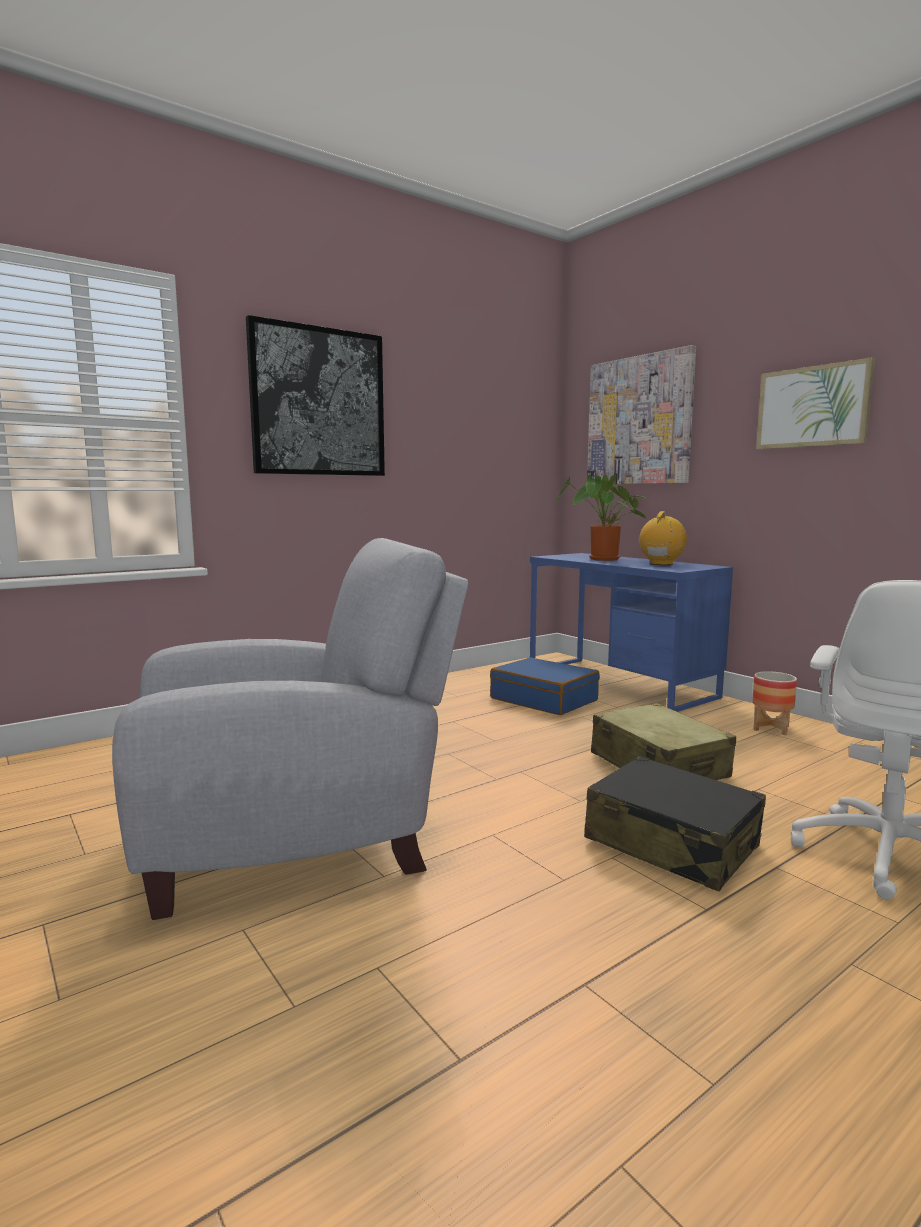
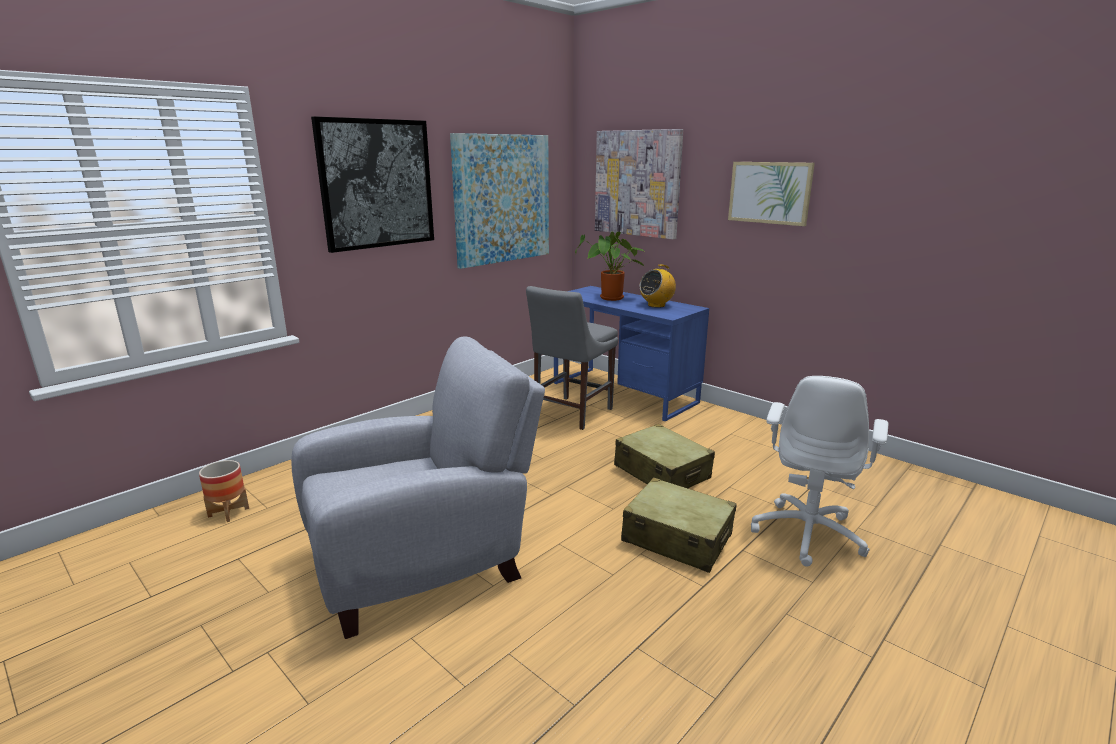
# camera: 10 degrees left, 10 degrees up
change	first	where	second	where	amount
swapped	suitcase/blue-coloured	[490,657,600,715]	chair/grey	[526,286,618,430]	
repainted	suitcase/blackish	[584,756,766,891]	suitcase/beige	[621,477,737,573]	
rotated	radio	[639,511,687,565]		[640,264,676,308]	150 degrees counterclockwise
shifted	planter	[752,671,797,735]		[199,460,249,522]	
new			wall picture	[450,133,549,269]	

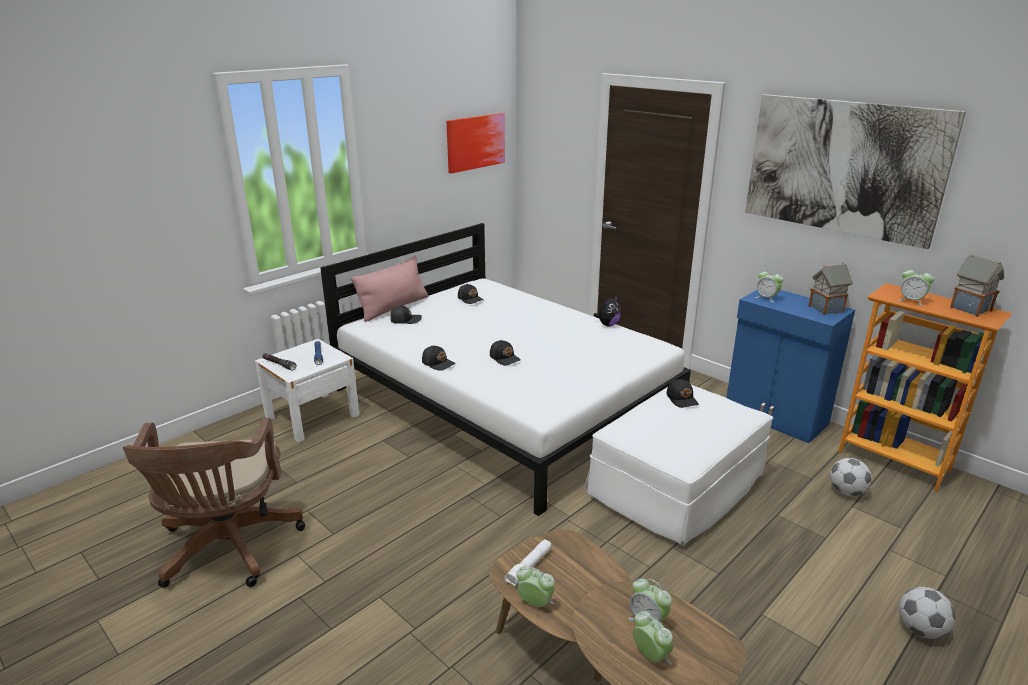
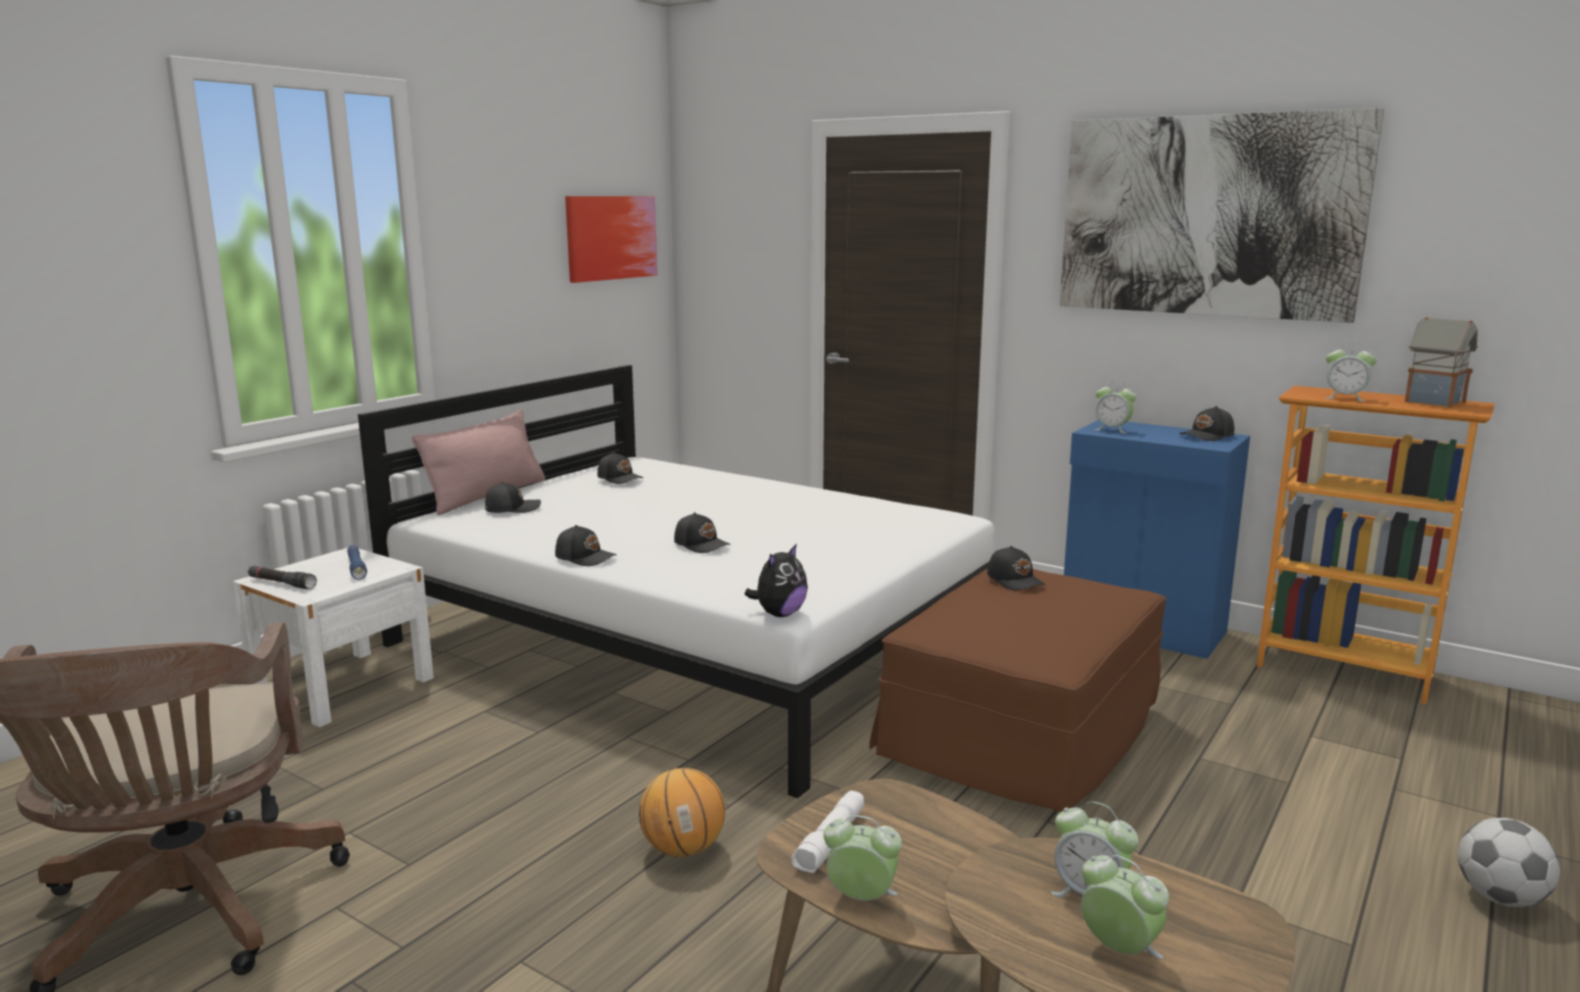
# camera: 10 degrees left, 10 degrees down
change	first	where	second	where	amount
repainted	ottoman/white	[584,385,773,546]	ottoman/brownish	[869,568,1167,812]	
shifted	cuddly toy	[594,295,621,327]		[745,543,808,617]	
swapped	toy house	[808,263,853,315]	peaked cap/blackish	[1179,406,1234,441]	
gone	football ball	[830,458,872,496]			
new			basketball ball	[639,768,725,857]	

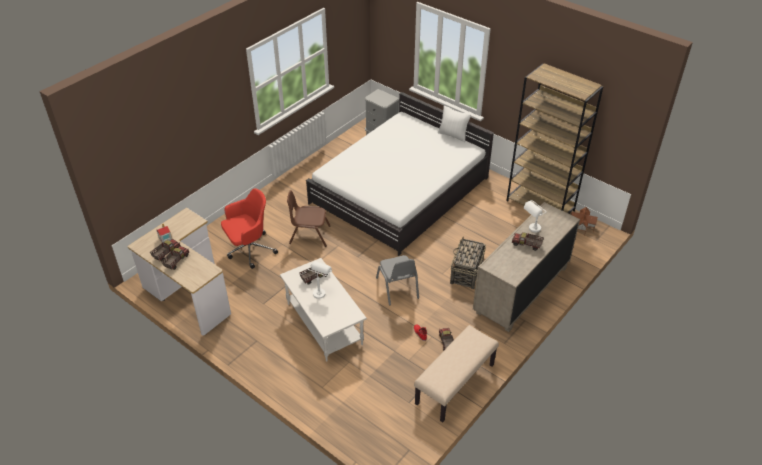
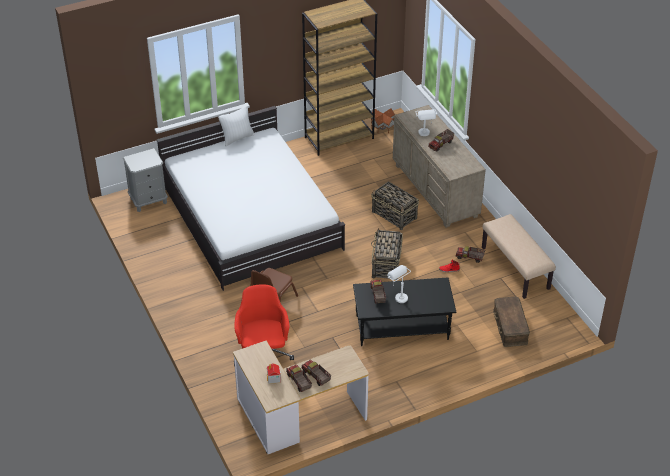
# camera: 65 degrees left, 0 degrees up
change	first	where	second	where	amount
repainted	lounge table/white	[280,258,367,362]	lounge table/blackish	[353,277,456,346]	
swapped	chair/grey	[376,255,419,306]	household basket	[371,228,403,280]	
new			storage container/brownish	[493,297,530,347]	

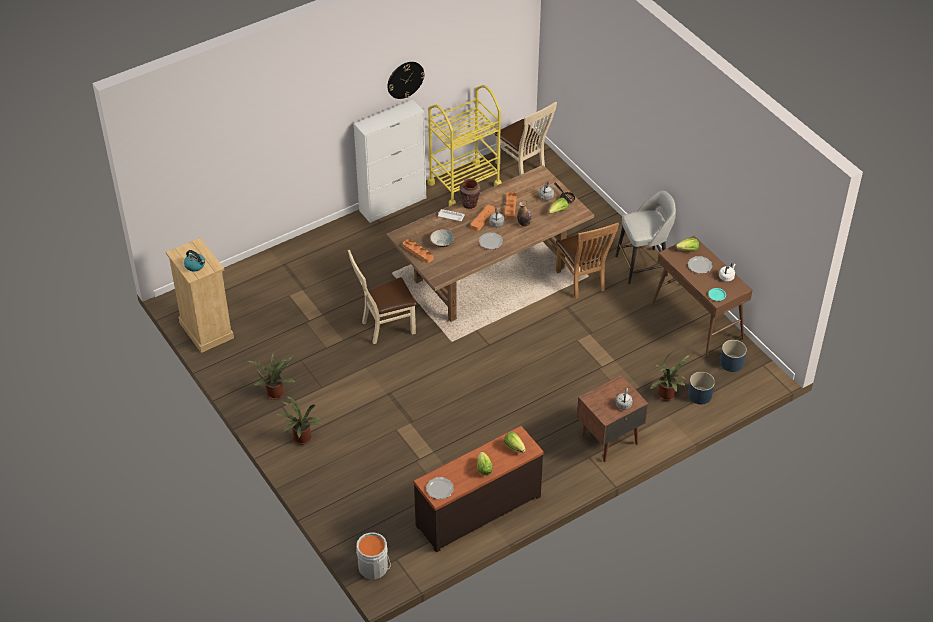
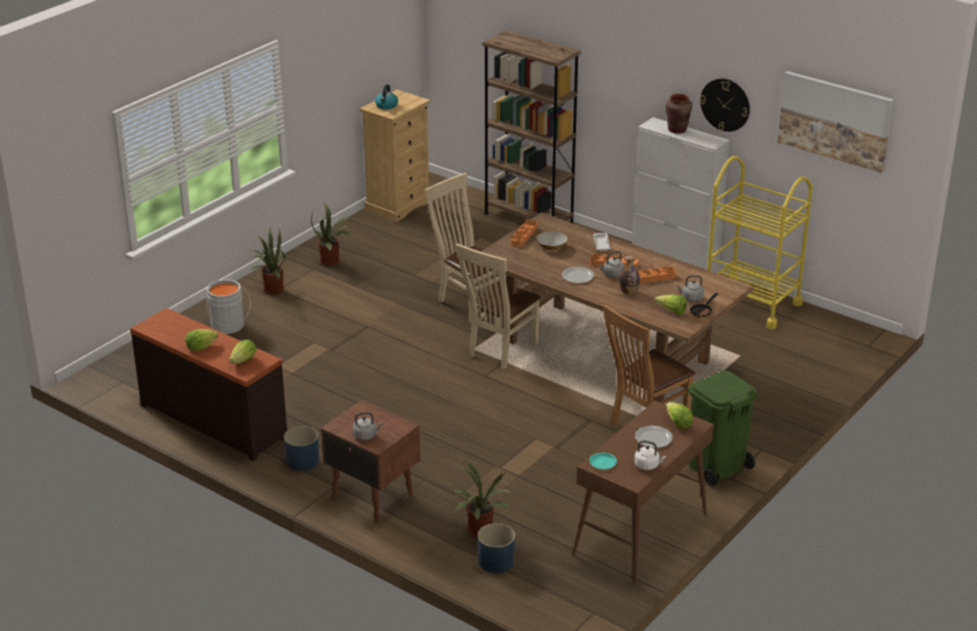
# camera: 70 degrees right, 15 degrees down
change	first	where	second	where	amount
shifted	bucket/grey	[356,532,391,580]		[206,279,251,334]	
gone	plate	[426,477,454,499]			
shifted	decorative vase/brownish	[460,179,480,209]		[666,94,692,134]	
shifted	chair/beige	[494,102,557,175]		[456,243,541,369]	
swapped	stool/grey	[615,191,676,284]	waste bin/green	[688,371,757,487]	
shifted	planter/blue-coloured	[720,340,747,372]		[284,426,319,471]	
new			shelving unit/brownish	[482,30,581,224]	
new			wall picture	[777,71,894,173]	

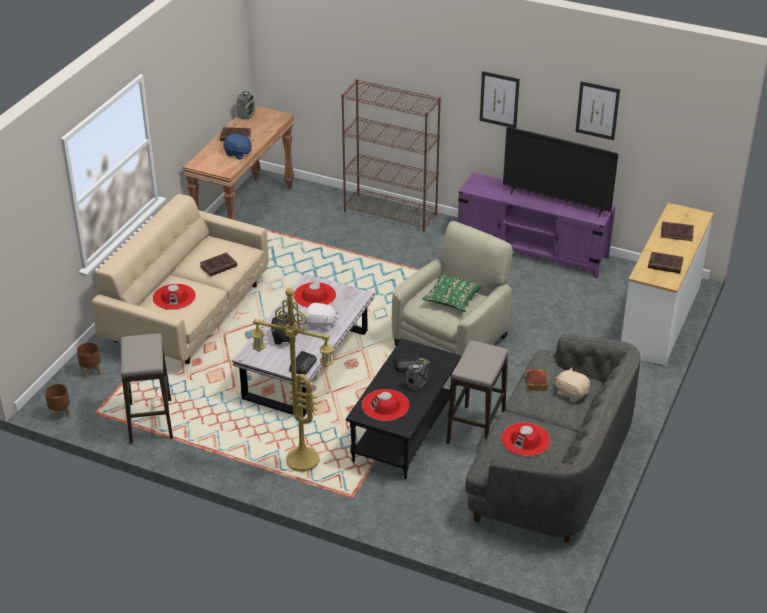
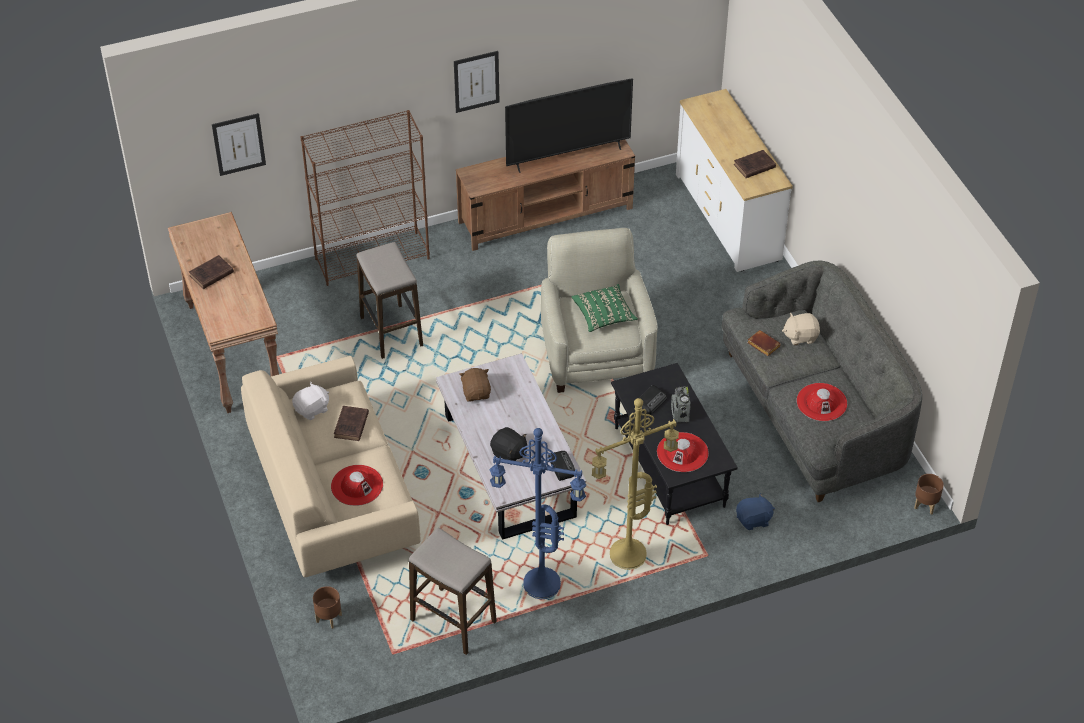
# camera: 45 degrees left, 10 degrees up
change	first	where	second	where	amount
shifted	planter/brownish	[45,384,70,421]		[914,474,944,515]	
shifted	cuddly toy/blue-coloured	[223,133,252,159]		[736,493,775,530]	
gone	radio	[236,91,255,120]			
swapped	wearable hat/red	[294,281,336,307]	cuddly toy/brownish	[459,368,491,402]	
shifted	cuddly toy/white	[305,302,338,331]		[292,382,329,420]	
shifted	stool	[446,340,508,444]		[356,242,423,359]	
repainted	tv stand/purple	[458,173,615,278]	tv stand/brownish	[456,140,635,251]	
shifted	wall picture	[576,81,620,140]		[212,113,266,176]	
gone	book/brownish	[661,222,694,241]			
new			standing lamp/blue-coloured	[490,428,586,599]	

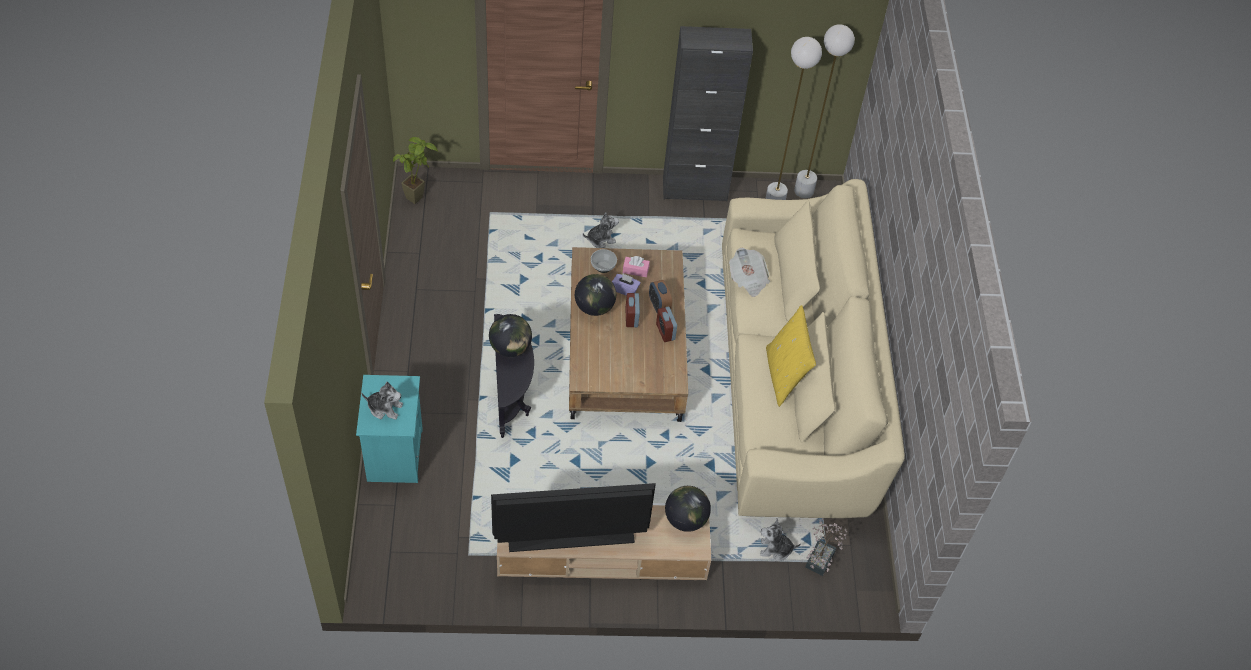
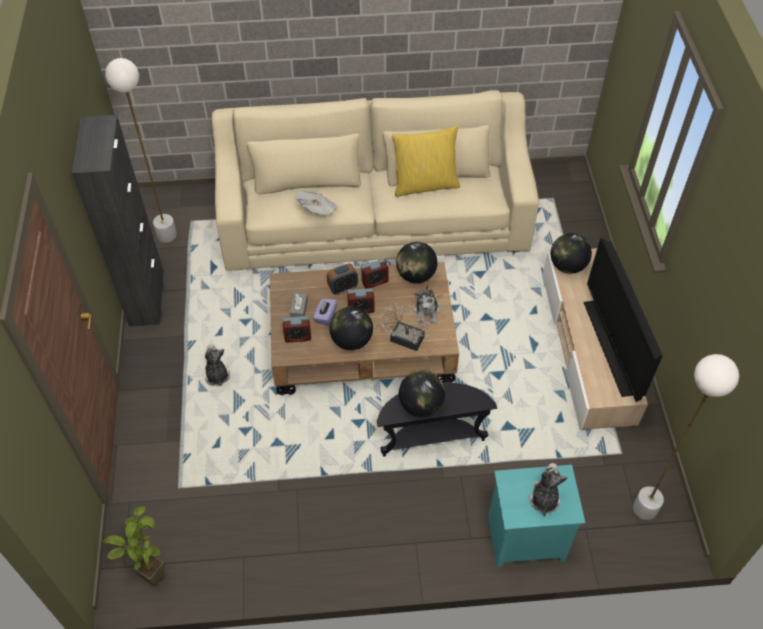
# camera: 90 degrees left, 0 degrees up
change	first	where	second	where	amount
swapped	serving bowl	[591,249,617,273]	bedside clock	[283,316,311,343]	
repainted	box of tissues/pinkish	[623,256,650,277]	box of tissues/grey	[290,293,308,317]	
shifted	cuddly toy	[760,518,801,561]		[413,286,440,323]	
shifted	standing lamp/white	[794,24,855,199]		[633,354,739,520]	
shifted	potted plant	[805,518,848,576]		[381,300,431,351]	
new			globe	[396,242,438,283]	

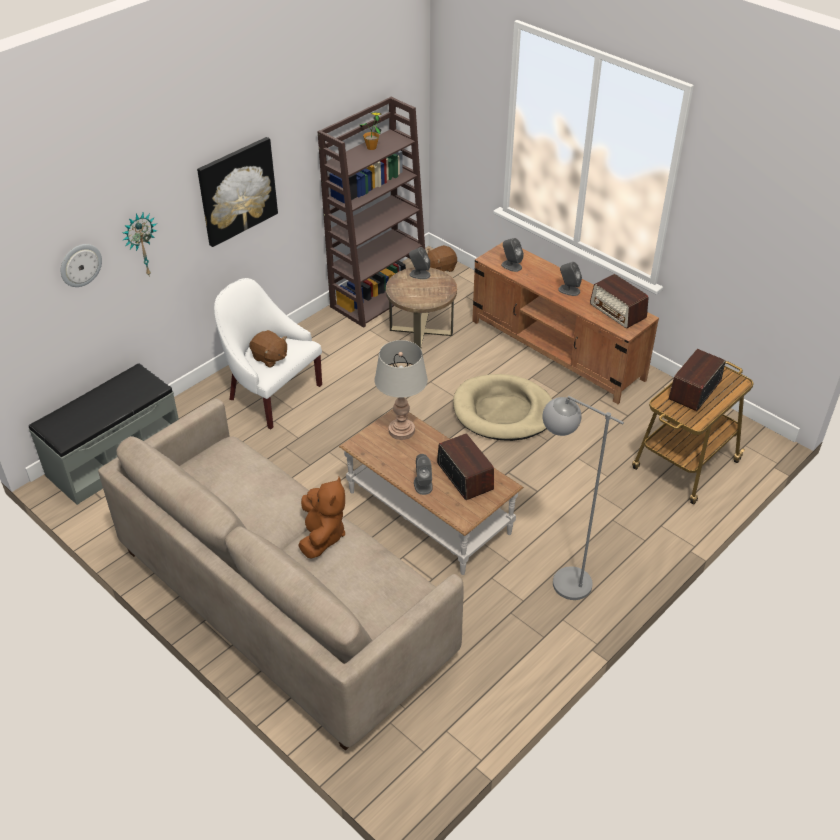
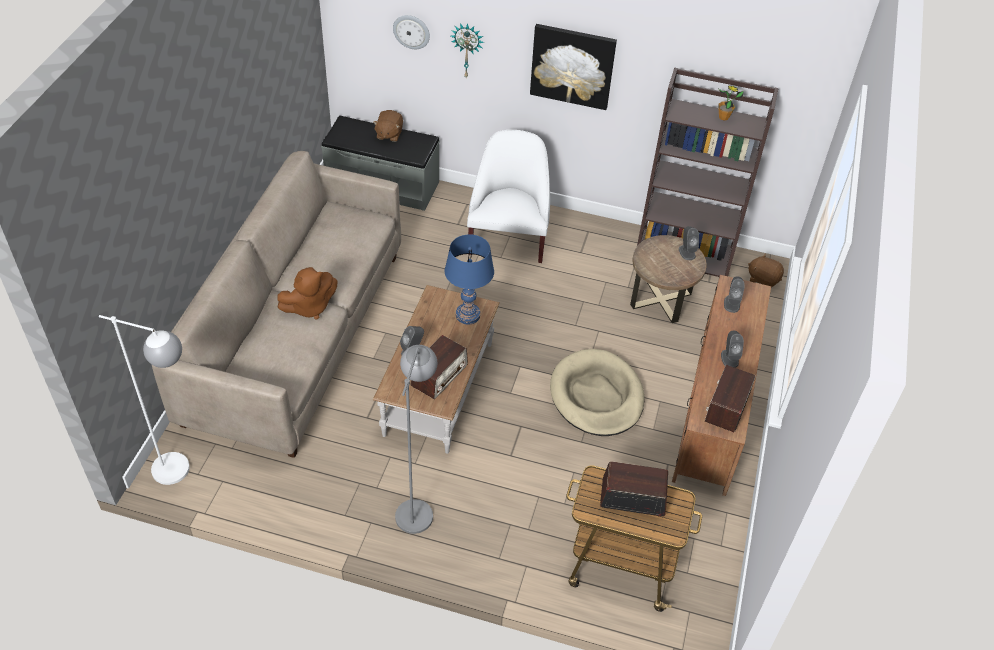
# camera: 60 degrees right, 5 degrees up
change	first	where	second	where	amount
shifted	cuddly toy/brownish	[249,330,287,368]		[373,110,403,142]	
repainted	table lamp/grey	[374,340,428,440]	table lamp/blue-coloured	[445,234,494,325]	
new			standing lamp/white	[99,315,190,485]	

